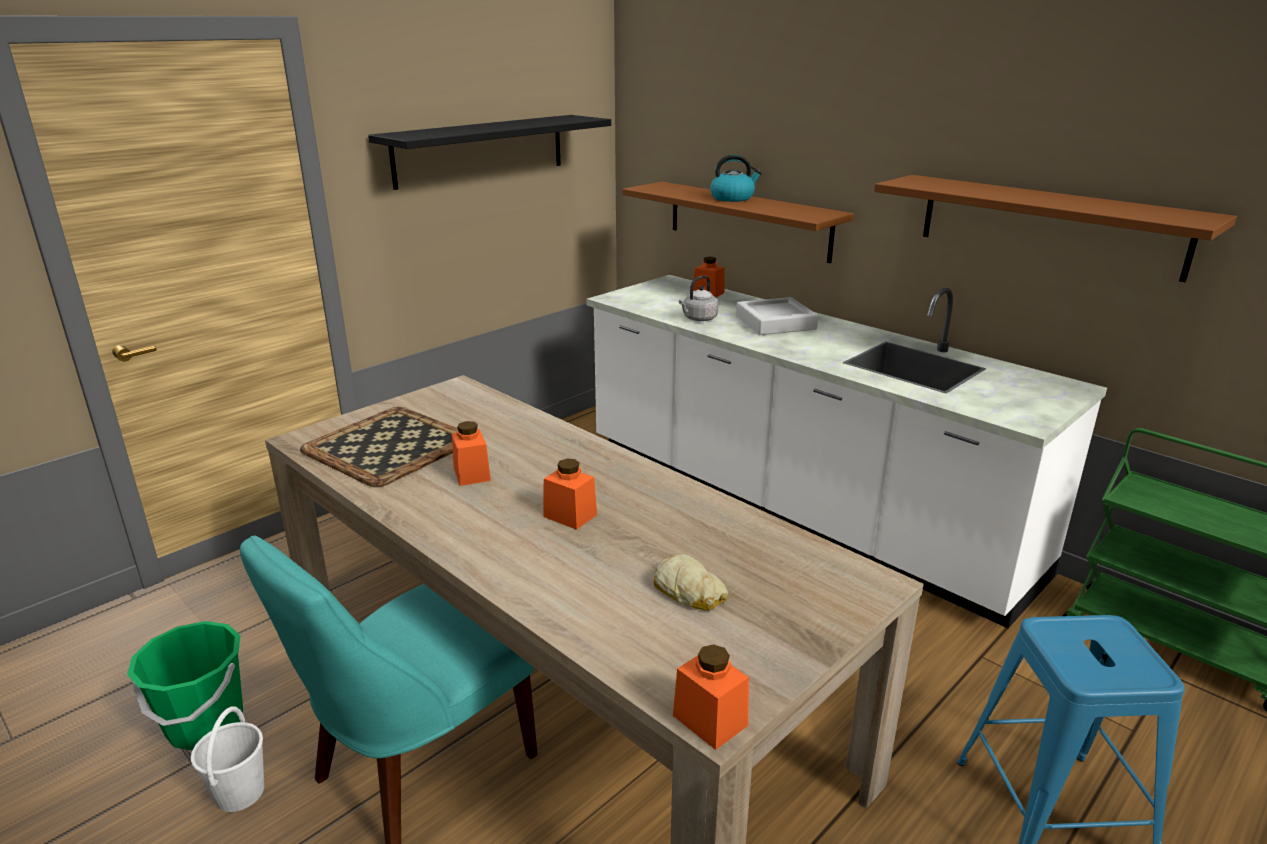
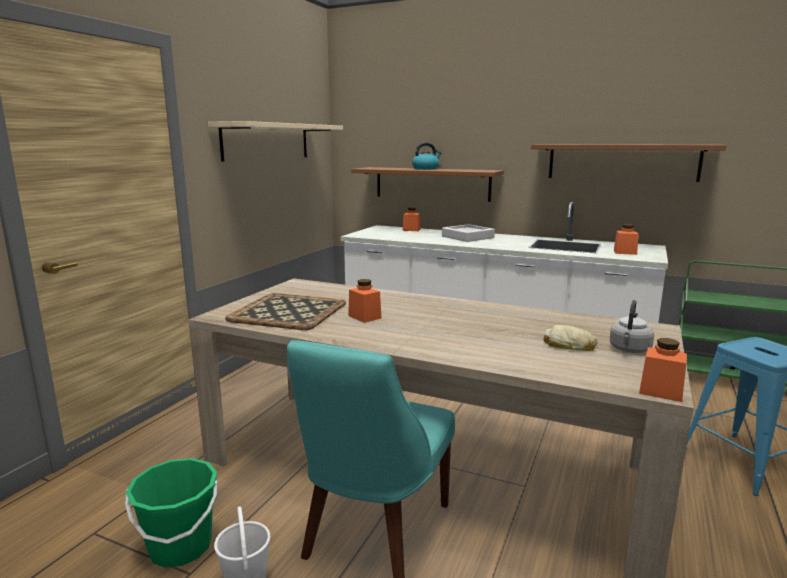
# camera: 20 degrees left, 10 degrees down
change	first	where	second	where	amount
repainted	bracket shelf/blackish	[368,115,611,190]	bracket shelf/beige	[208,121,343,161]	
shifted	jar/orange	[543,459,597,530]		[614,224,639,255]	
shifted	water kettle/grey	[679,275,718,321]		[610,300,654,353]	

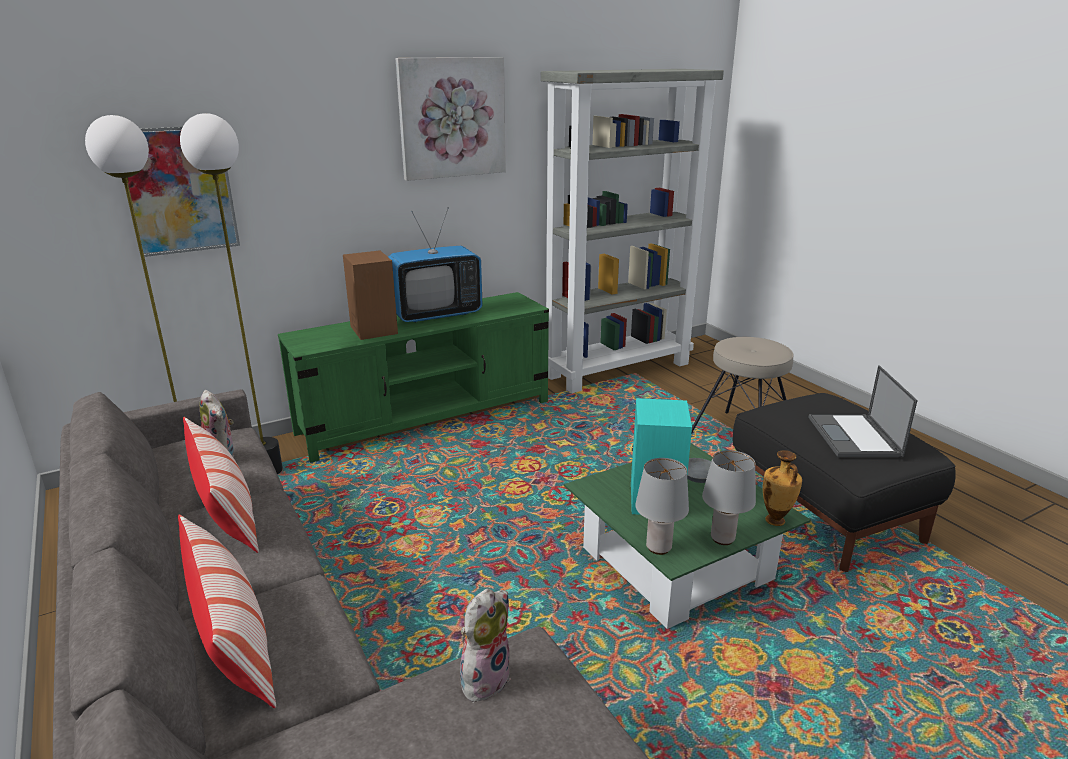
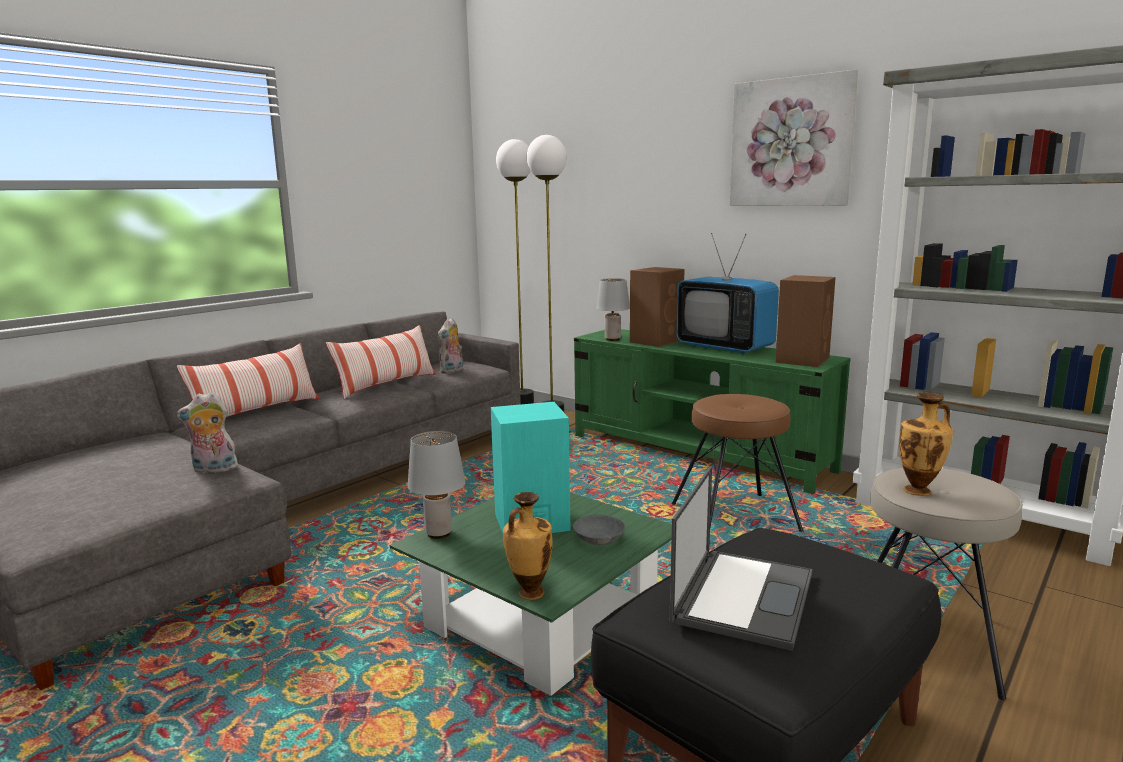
# camera: 70 degrees right, 10 degrees down
change	first	where	second	where	amount
gone	wall picture	[128,126,240,257]			
rotated	cuddly toy	[460,588,511,707]		[177,392,238,473]	150 degrees clockwise
shifted	table lamp/grey	[702,450,756,545]		[596,278,630,341]	
rotated	notebook computer	[808,365,918,457]		[670,466,812,651]	135 degrees clockwise
new			stool/brownish	[672,394,803,532]	
new			speaker/brownish	[776,275,836,367]	
new			decorative vase	[899,393,953,496]	

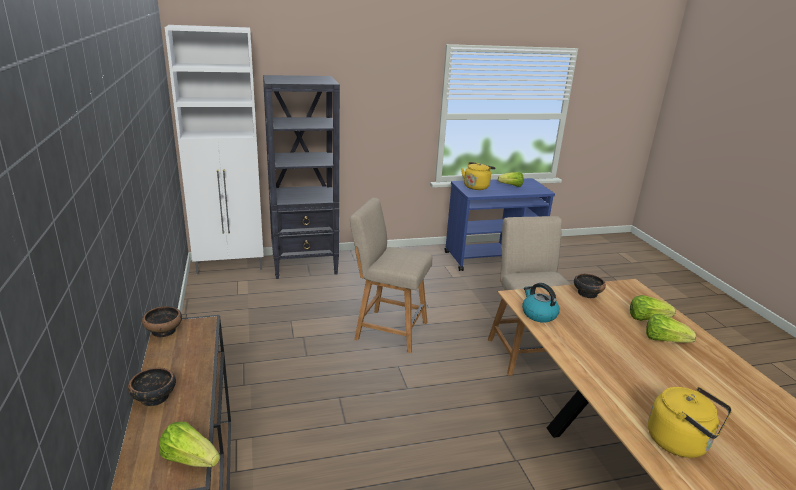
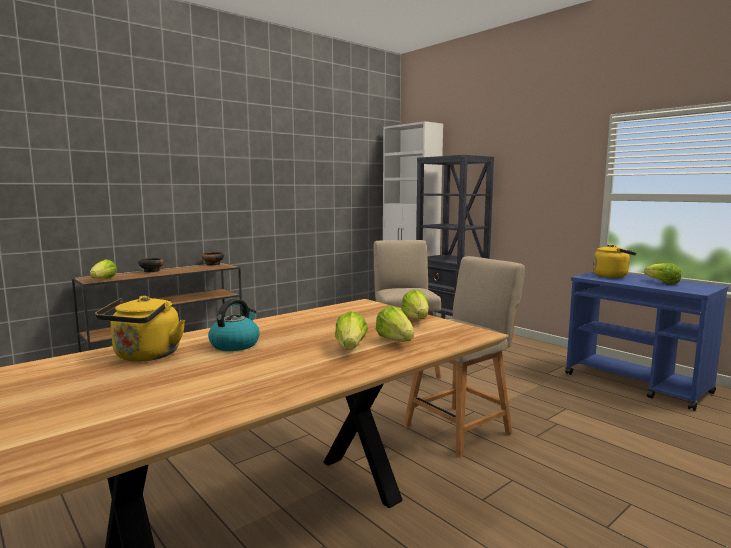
# camera: 65 degrees right, 15 degrees down
change	first	where	second	where	amount
shifted	water kettle	[522,283,560,323]		[208,298,260,351]	
swapped	serving bowl	[574,274,606,298]	lettuce head	[401,290,429,319]	

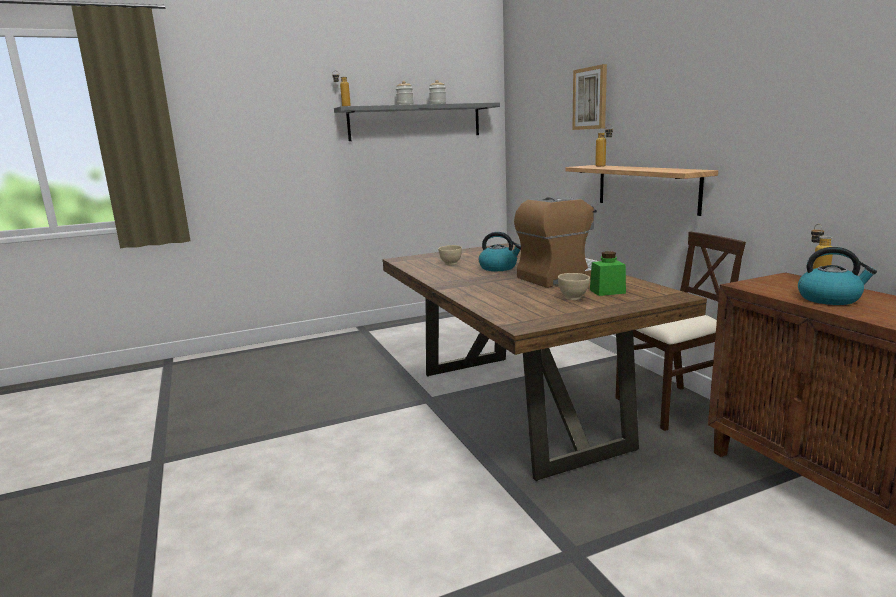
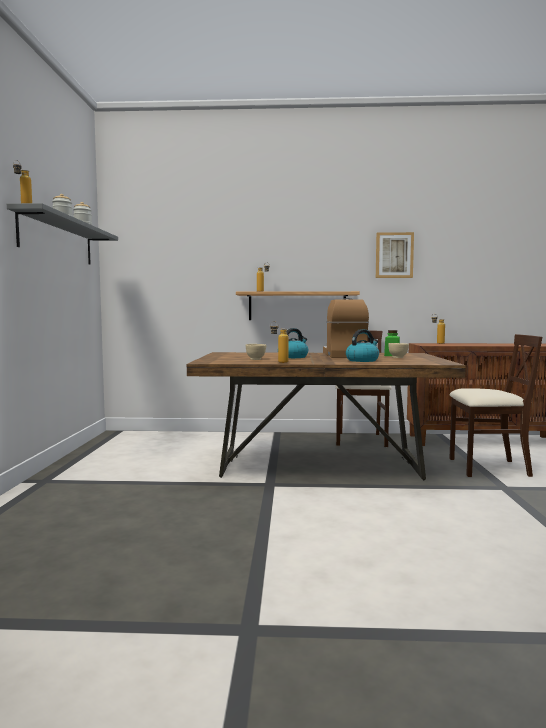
# camera: 65 degrees left, 10 degrees down
change	first	where	second	where	amount
shifted	wall picture	[572,64,607,130]		[376,232,414,278]	
shifted	water kettle	[798,247,877,305]		[346,329,379,362]	
new			bottle	[270,322,288,363]	
new			chair/beige	[449,334,542,477]	

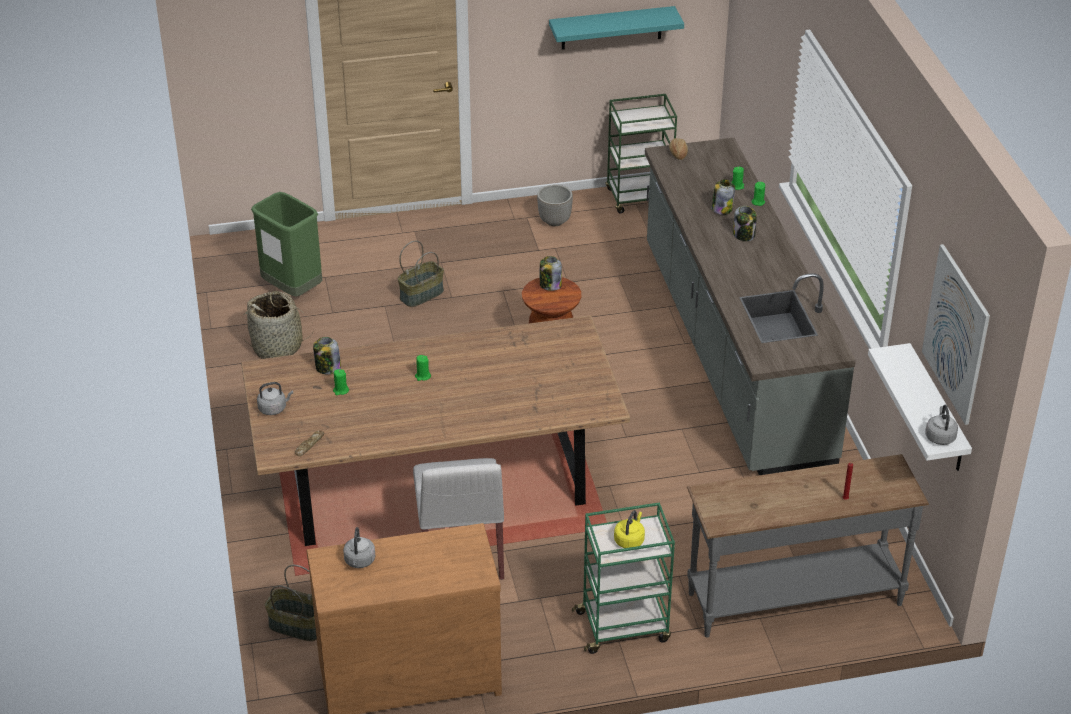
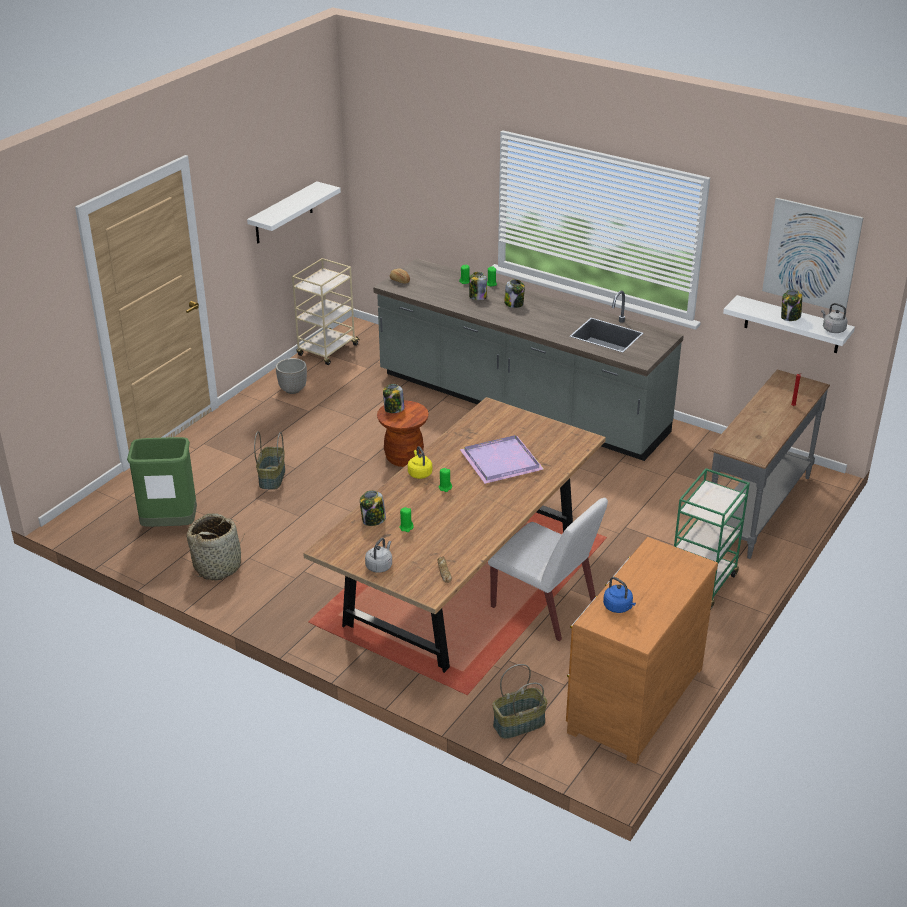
# camera: 45 degrees left, 5 degrees down
change	first	where	second	where	amount
repainted	water kettle/grey	[343,527,375,568]	water kettle/blue-coloured	[603,577,636,613]	
repainted	bracket shelf/turquoise	[549,6,684,50]	bracket shelf/white	[247,181,341,243]	
repainted	trolley/green	[605,94,677,214]	trolley/beige	[292,258,360,365]	
shifted	water kettle/yellowish	[614,510,645,548]		[408,446,432,479]	
new			carrying tray/purple	[460,435,544,484]	
new			jar	[781,289,802,321]	

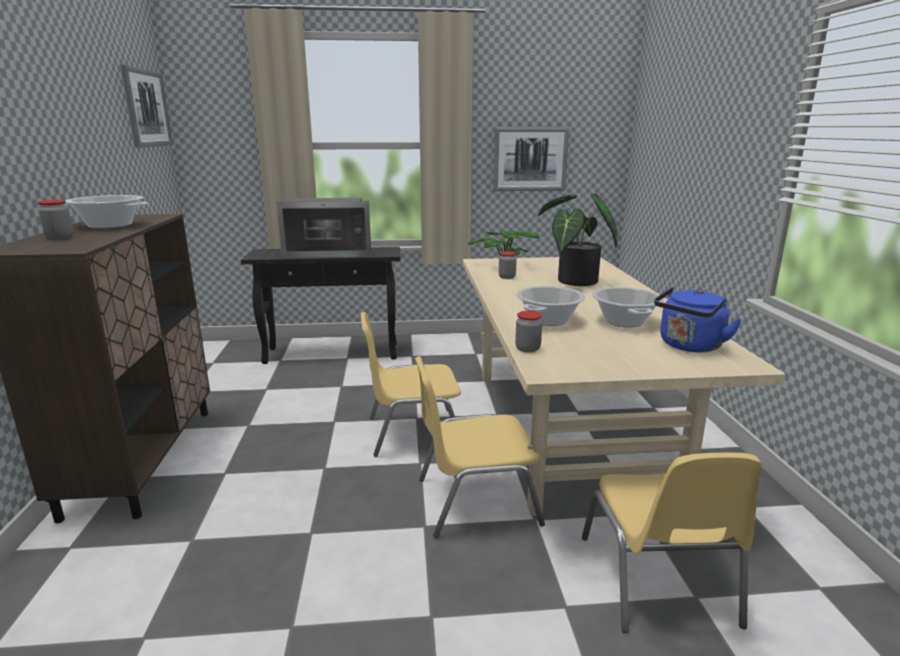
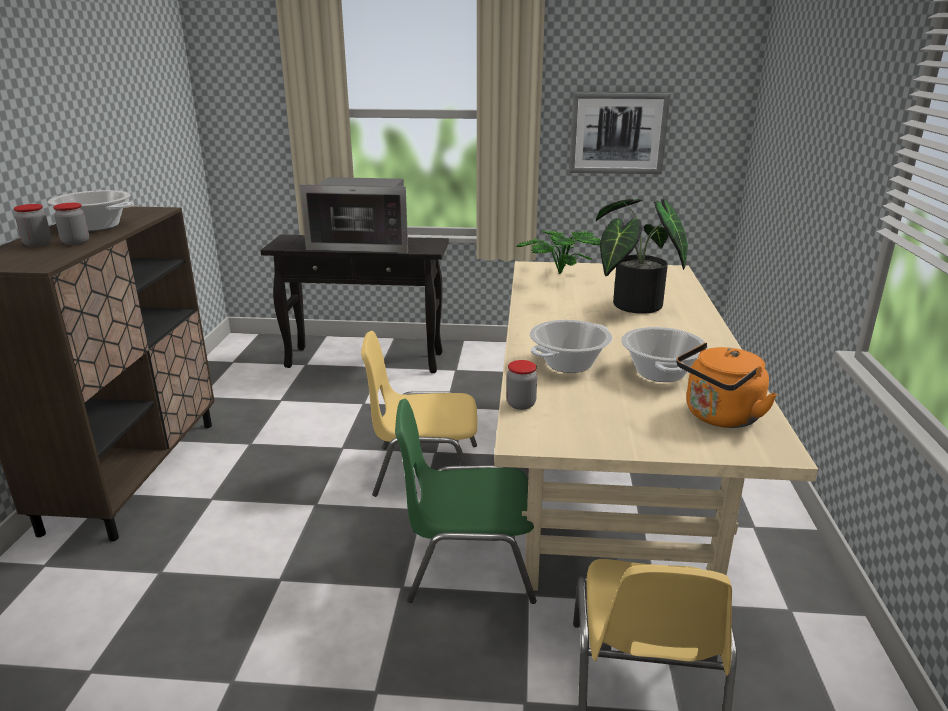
# camera: 10 degrees right, 5 degrees up
change	first	where	second	where	amount
gone	wall picture	[121,65,173,148]			
repainted	chair/yellowish	[414,356,545,538]	chair/green	[395,399,537,604]	
shifted	jar	[499,251,517,279]		[53,203,89,245]	
repainted	water kettle/blue-coloured	[654,287,742,352]	water kettle/orange	[676,343,777,428]	

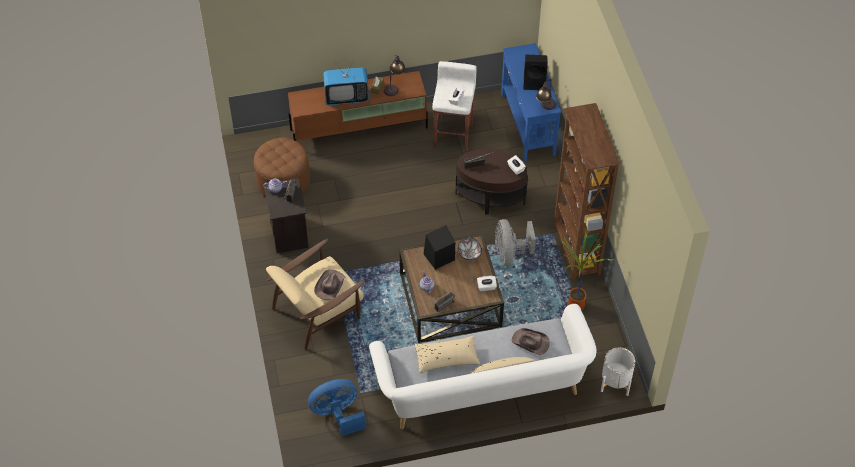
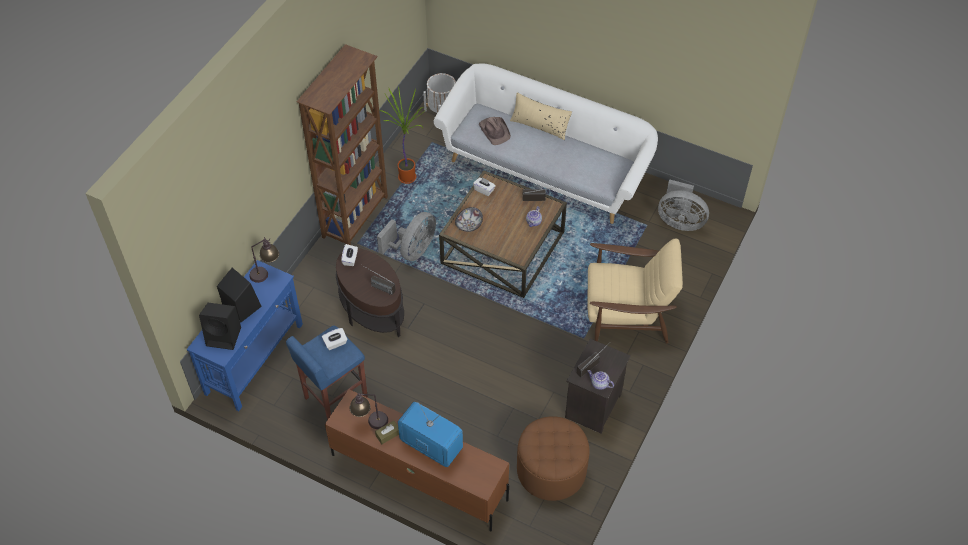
# camera: 140 degrees left, 0 degrees up
change	first	where	second	where	amount
repainted	electric fan/blue-coloured	[308,379,366,436]	electric fan/grey	[658,180,709,231]	
gone	wearable hat/brownish	[314,269,346,300]			
gone	cushion/beige	[414,336,480,373]			
shifted	speaker/blackish	[424,225,455,270]		[199,303,241,350]	
repainted	stool/white	[432,61,477,152]	stool/blue-coloured	[286,326,368,420]	

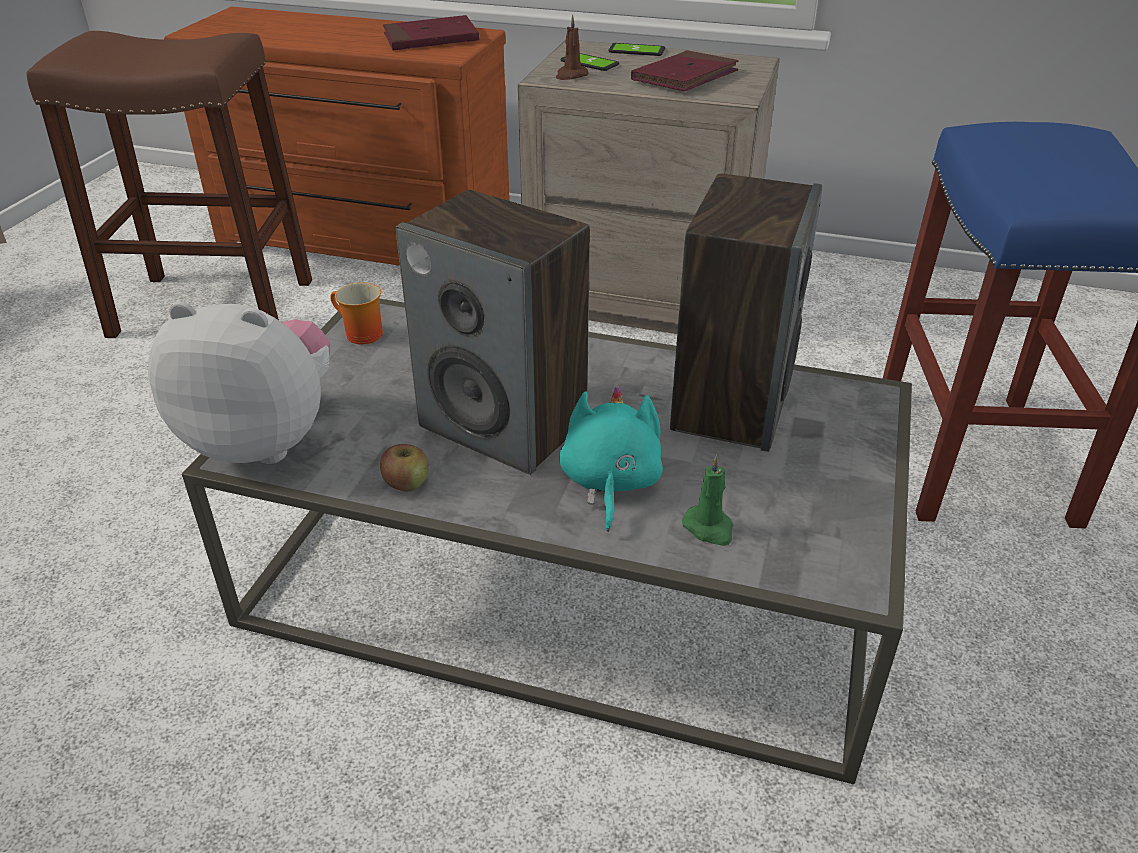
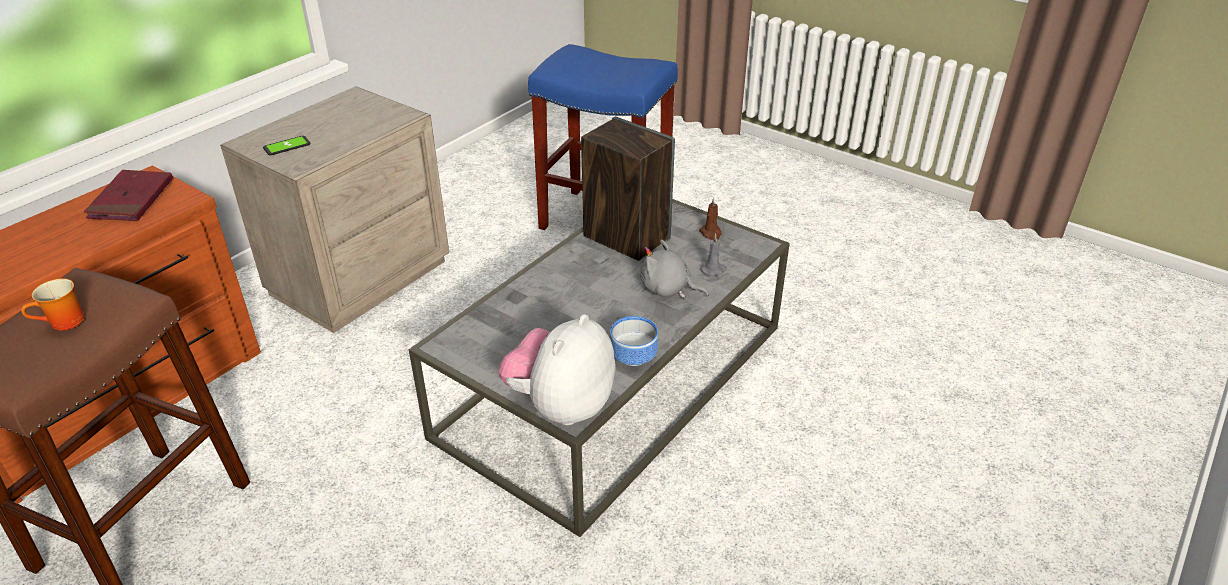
# camera: 70 degrees left, 0 degrees up
change	first	where	second	where	amount
shifted	mug	[330,282,383,344]		[21,279,84,330]	
swapped	apple	[380,444,429,492]	serving bowl	[610,316,658,366]	
gone	speaker	[396,190,590,475]			
shifted	wax candle/brownish	[556,15,589,80]		[699,197,722,240]	
repainted	cuddly toy/turquoise	[559,386,663,532]	cuddly toy/grey	[640,239,708,298]	
gone	phone	[608,43,665,56]			
gone	book/red	[631,50,739,91]			
repainted	wax candle/green	[682,455,733,546]	wax candle/grey	[700,234,727,276]	

